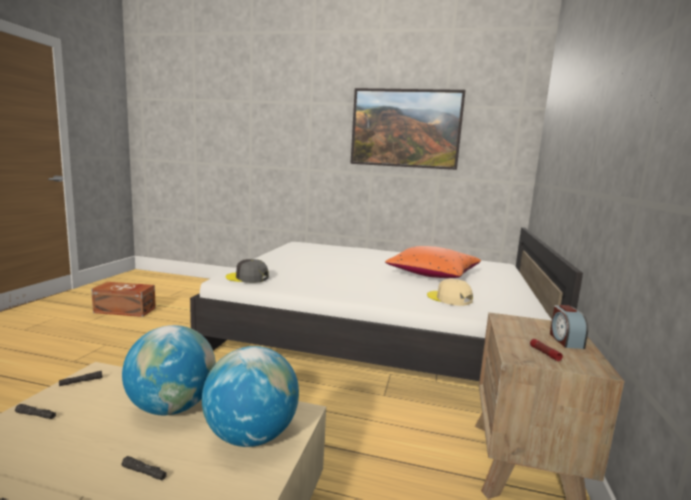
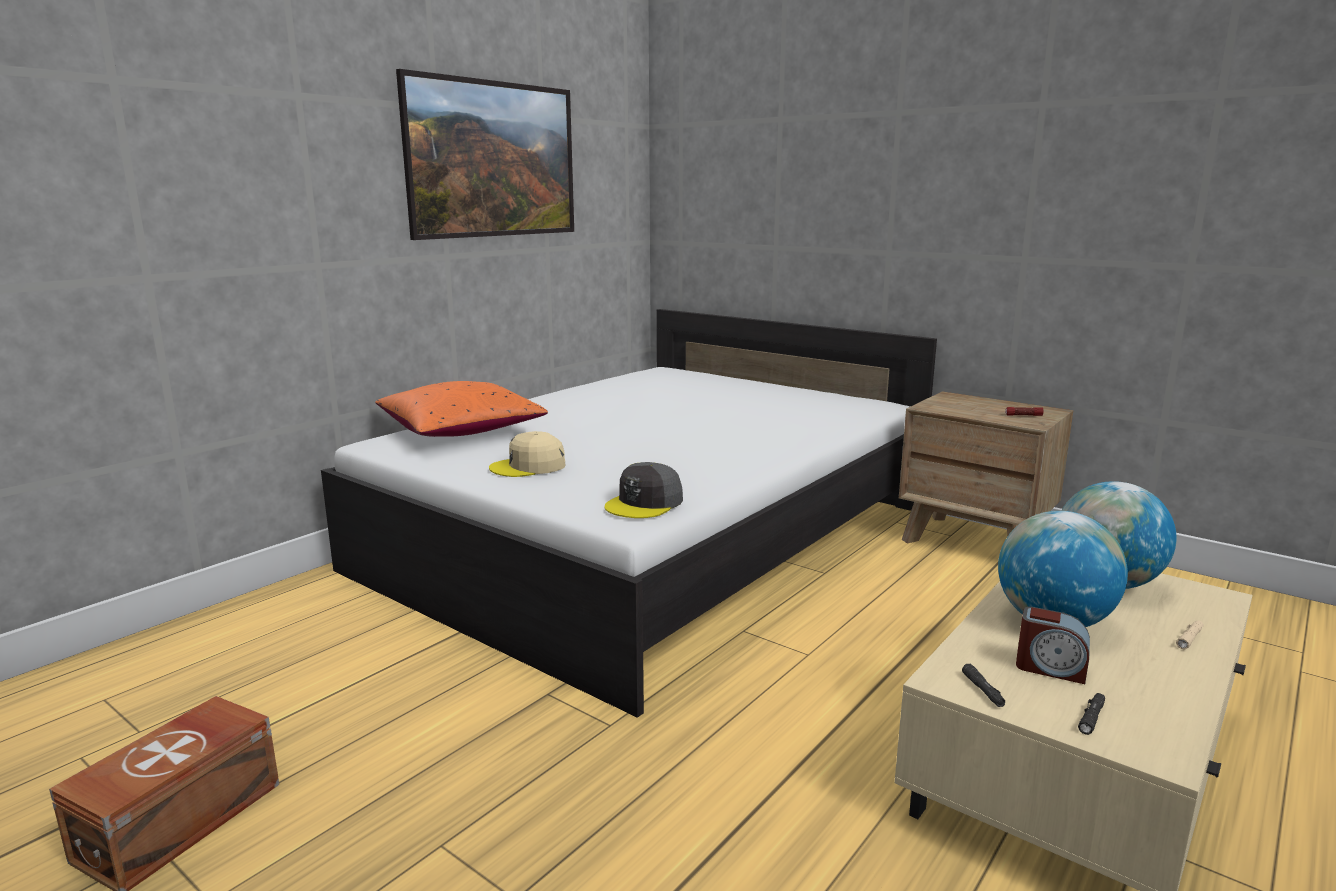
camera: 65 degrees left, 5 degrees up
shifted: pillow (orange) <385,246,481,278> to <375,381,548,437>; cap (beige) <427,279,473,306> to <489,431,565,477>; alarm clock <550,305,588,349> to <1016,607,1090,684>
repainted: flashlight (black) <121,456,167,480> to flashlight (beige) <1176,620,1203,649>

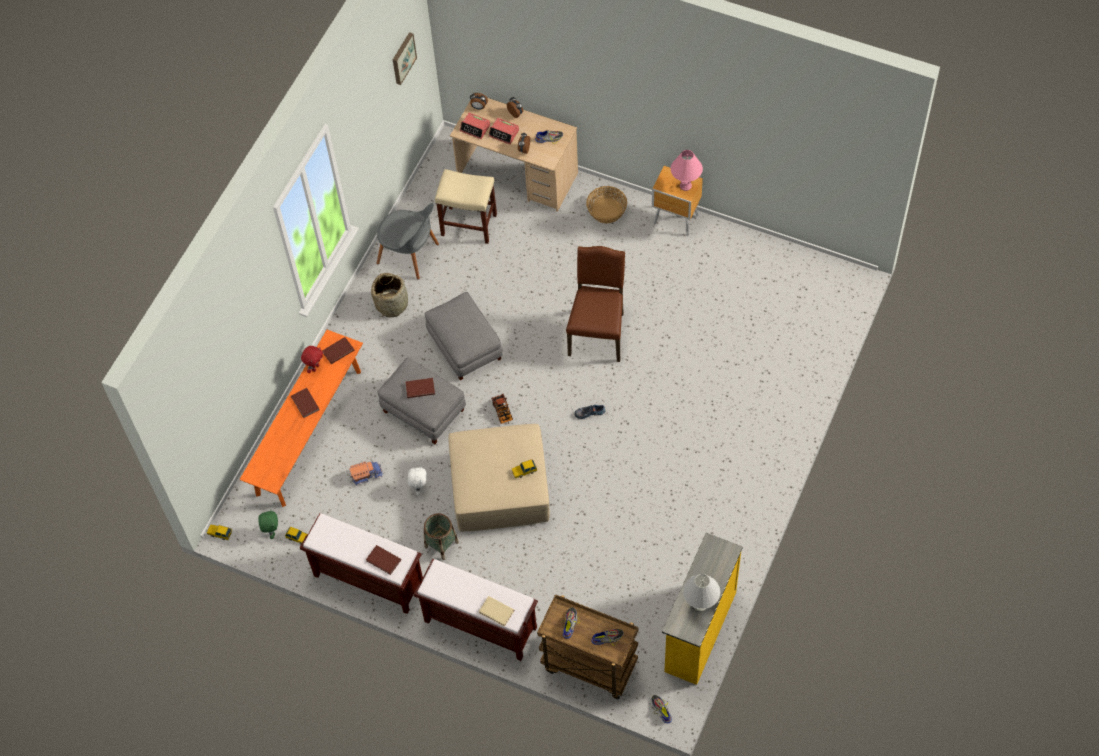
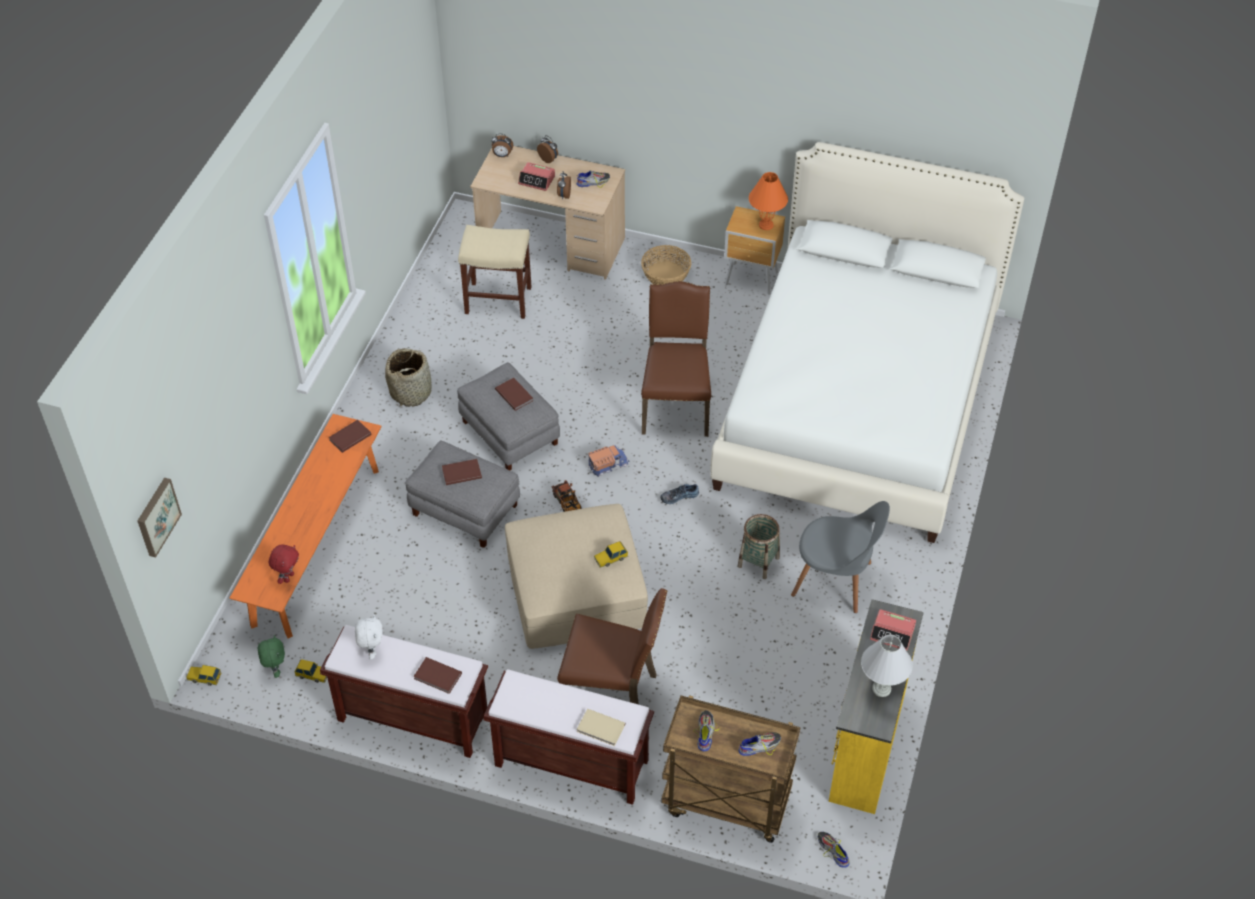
camera: 10 degrees left, 10 degrees down
new: chair (brown) <557,588,667,704>; bed (white) <710,142,1024,543>
shifted: book (brown) <291,388,319,418> to <495,378,533,411>; plush toy (red) <301,346,323,373> to <269,544,299,584>; toy truck <349,461,384,486> to <588,445,629,477>; chair (grey) <376,203,439,280> to <791,501,890,613>; picture <393,32,417,85> to <137,478,182,558>; plush toy (white) <408,466,427,495> to <355,615,383,660>; basket <424,513,459,560> to <738,514,780,579>; alarm clock <460,113,490,139> to <870,609,916,651>
repainted: table lamp (pink) <671,150,703,191> to table lamp (orange) <749,172,788,230>

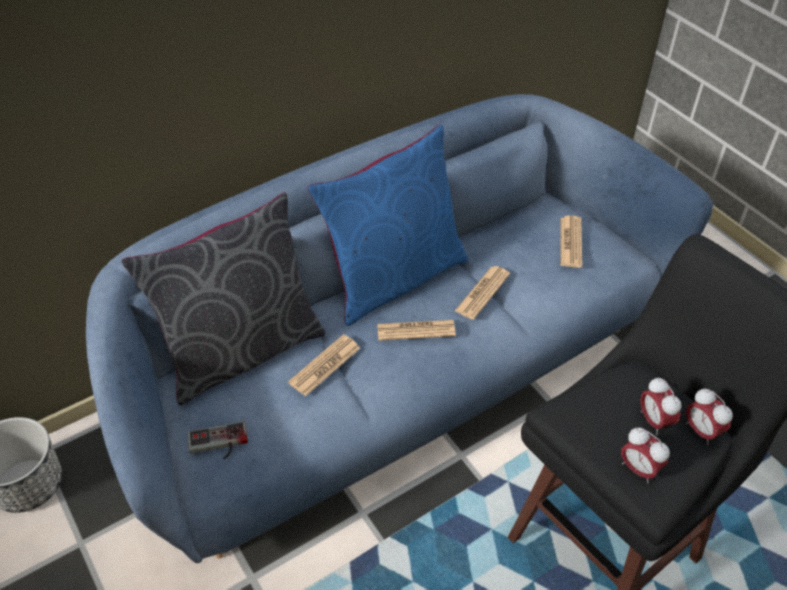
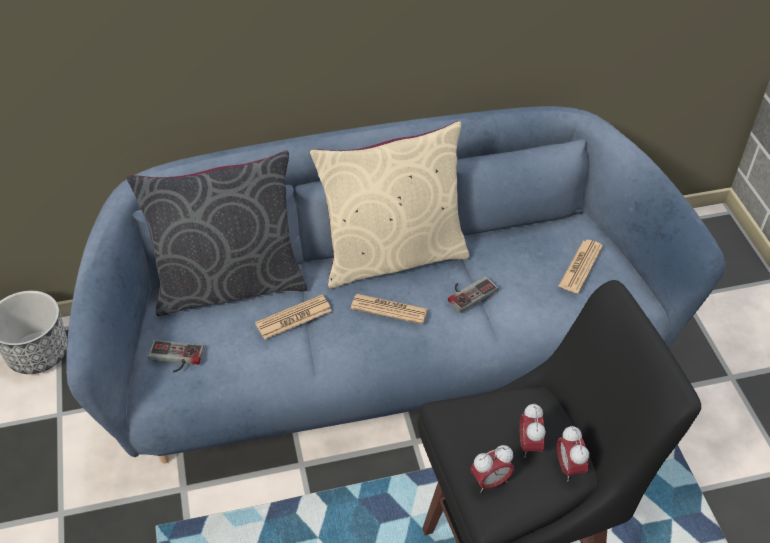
camera: 20 degrees right, 0 degrees up
swapped: newspaper <455,266,510,320> to game controller <448,276,498,313>
repainted: pillow (blue) <307,125,468,326> to pillow (beige) <309,121,470,288>
rotated: alarm clock <621,427,670,483> = <471,445,514,493> 90 degrees counterclockwise

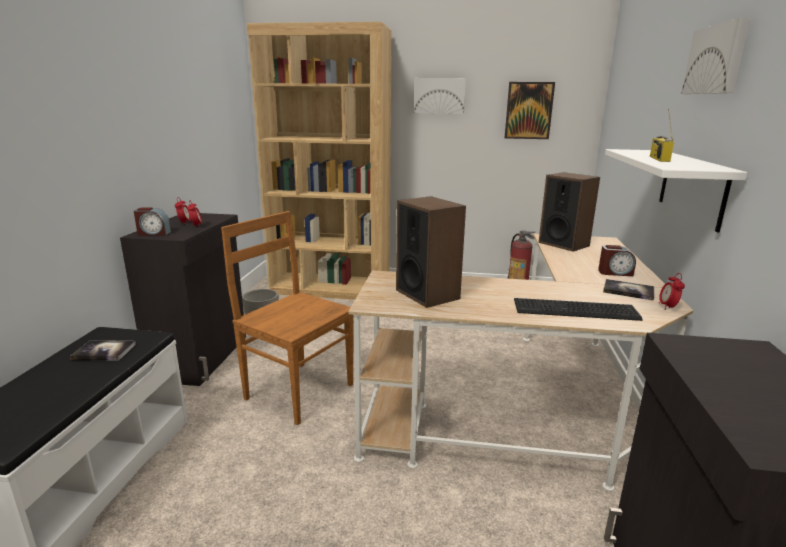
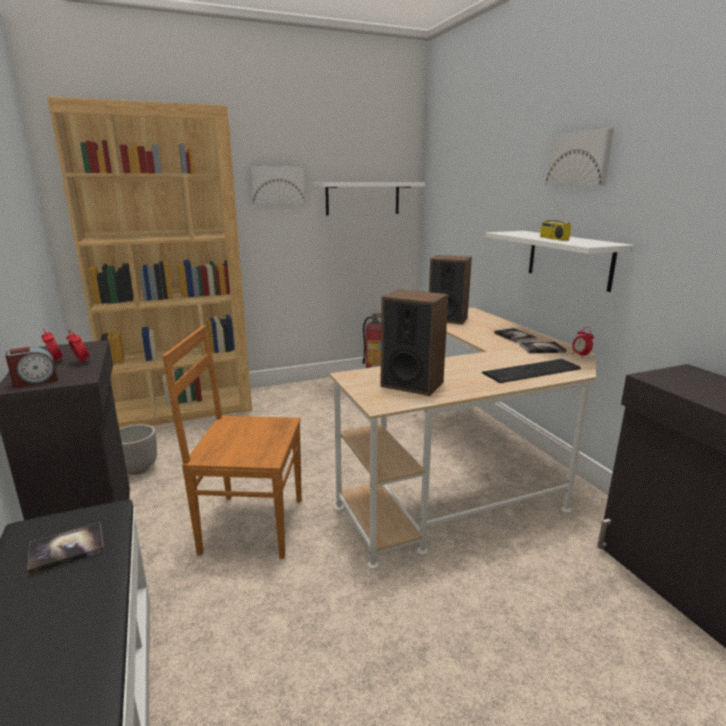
camera: 30 degrees left, 0 degrees up
swapped: picture <505,82,555,139> to shelf (white) <314,182,425,215>; alarm clock <598,245,636,276> to book <494,328,536,343>

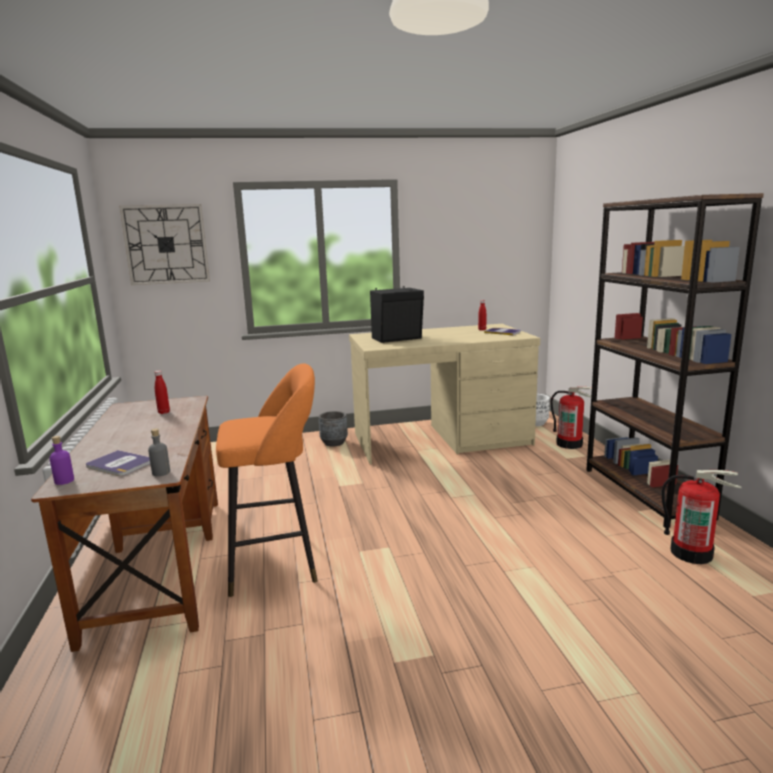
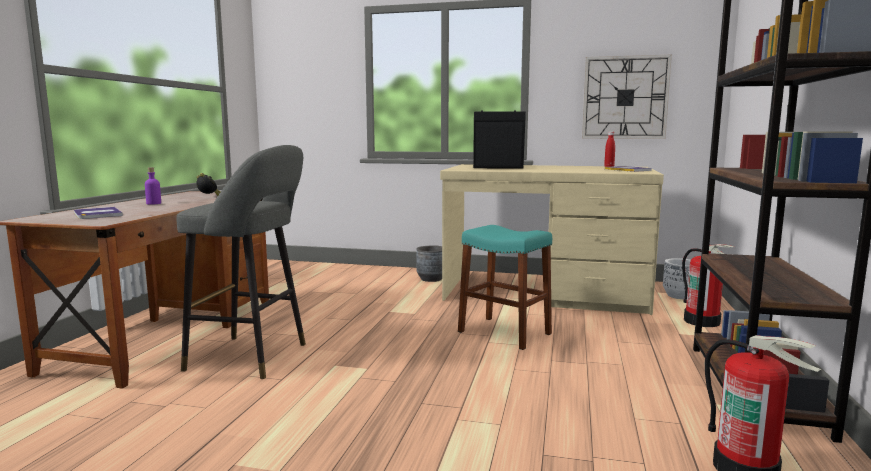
camera: 25 degrees right, 5 degrees down
gone: bottle (grey) <148,428,170,476>
new: stool (turquoise) <458,225,552,350>
shifted: bottle (purple) <50,436,74,485> to <145,167,161,204>; wall clock <119,204,210,285> to <582,55,672,139>
swapped: bottle (red) <155,371,170,414> to alarm clock <196,173,220,196>
repainted: stool (orange) <216,364,318,597> to stool (grey) <176,145,306,379>

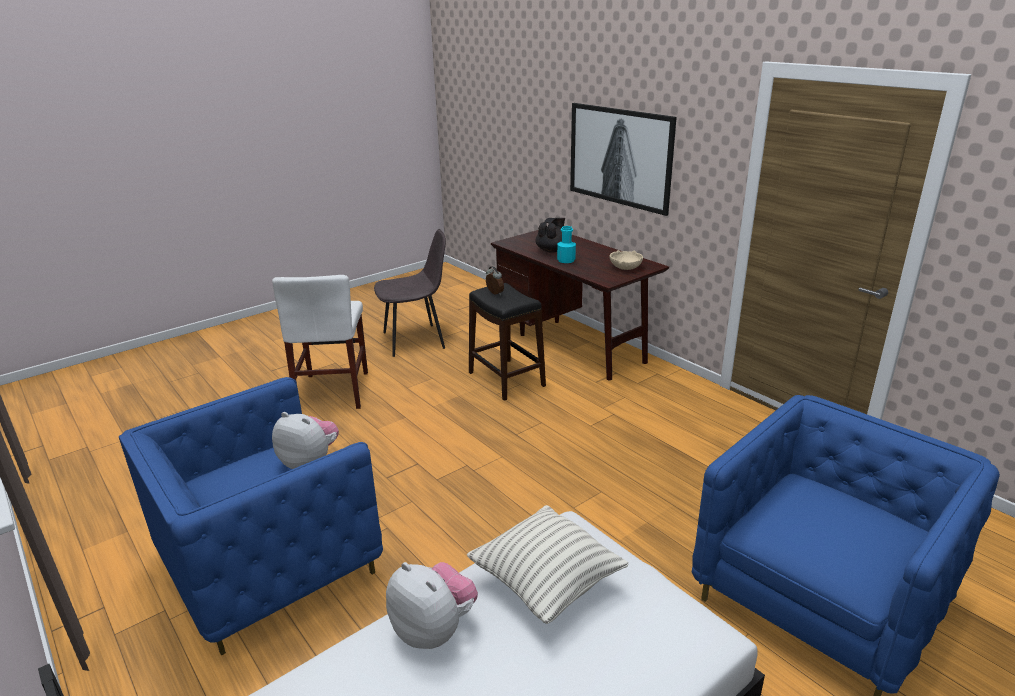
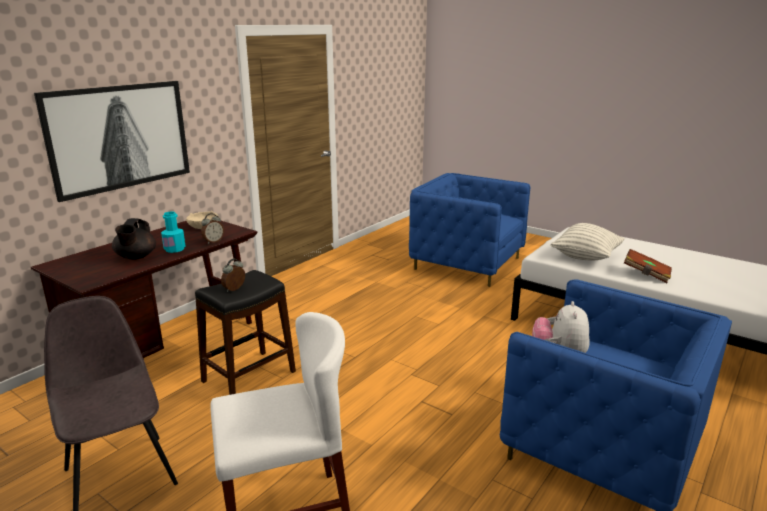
camera: 105 degrees left, 5 degrees down
new: alarm clock <201,213,224,244>
swapped: plush toy <386,562,478,649> to book (brown) <624,249,672,283>
rotated: teapot (black) <536,218,565,252> = <112,218,156,260> 105 degrees counterclockwise

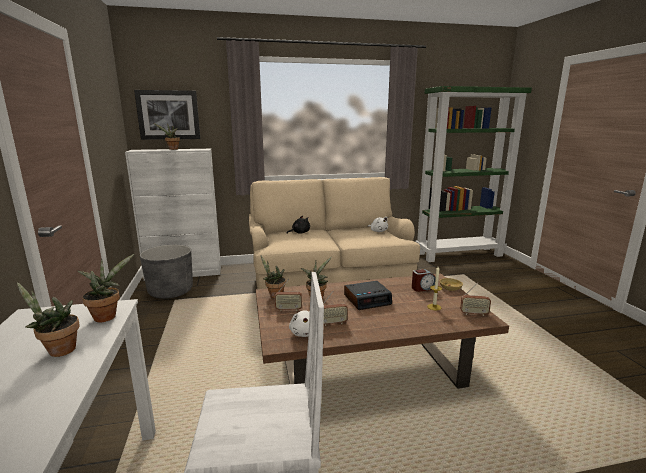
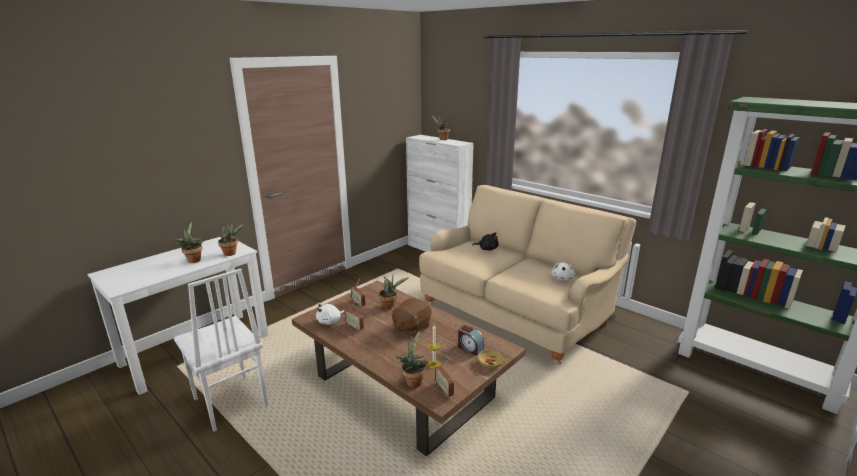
camera: 55 degrees right, 5 degrees up
gone: picture <134,90,201,140>; planter (grey) <140,245,193,299>
shifted: potted plant <261,255,286,298> to <395,331,428,388>
swapped: alarm clock <344,281,392,310> to plush toy (brown) <391,298,431,337>

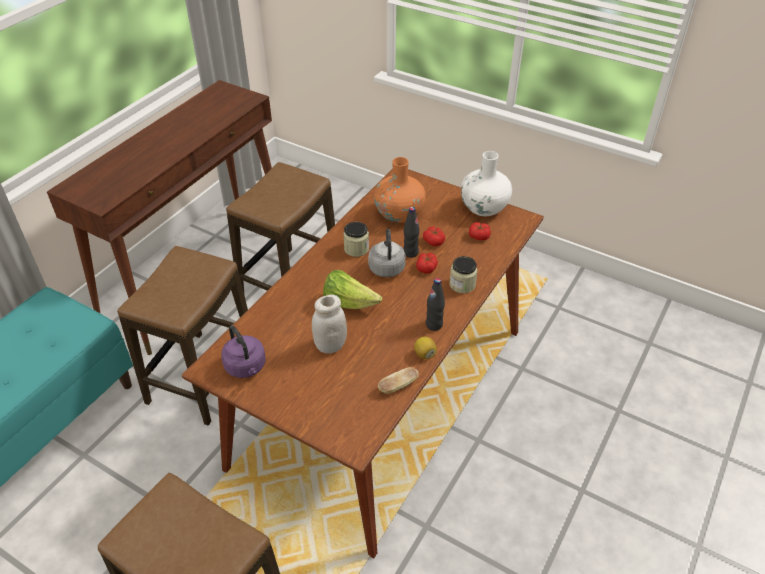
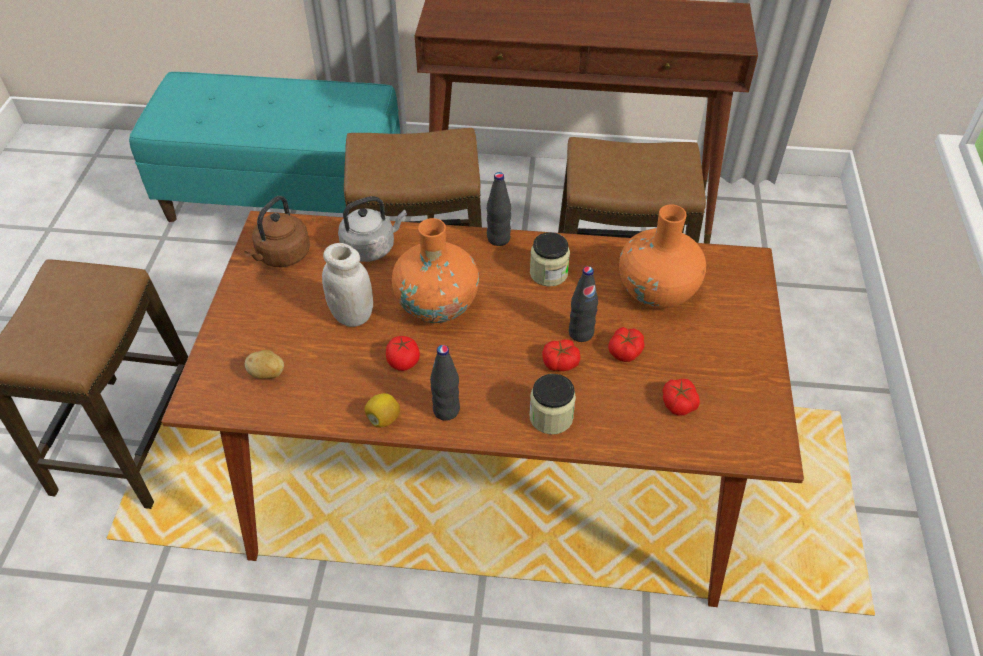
camera: 65 degrees right, 5 degrees up
gone: bread <378,367,419,394>; vase (white) <461,151,512,216>
new: potato <245,350,284,379>; tomato <386,336,420,371>; bottle (black) <487,172,511,246>
shifted: kettle (grey) <368,228,406,277> to <338,196,407,262>
swapped: lettuce <323,270,382,309> to vase (orange) <392,218,479,323>
repainted: kettle (purple) <221,325,266,378> to kettle (brown) <244,196,310,267>

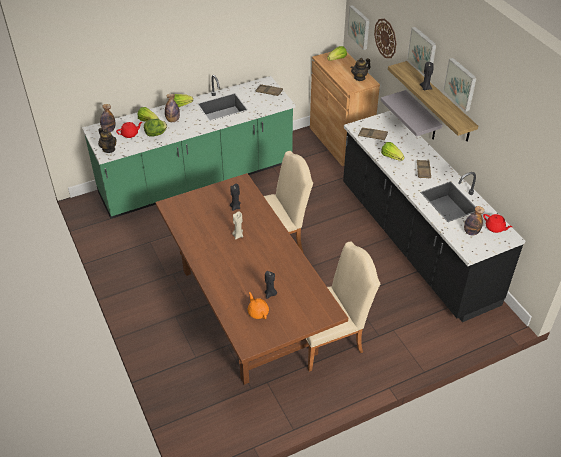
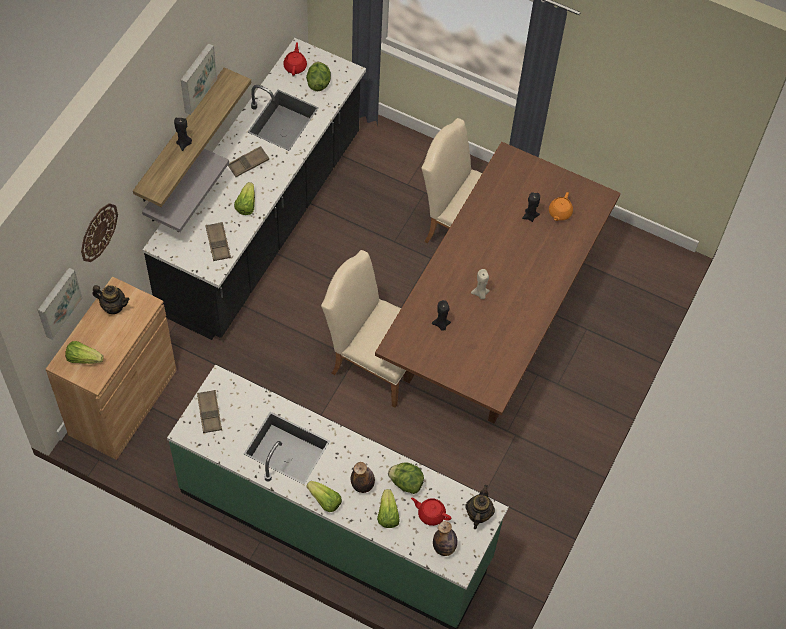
camera: 130 degrees left, 15 degrees up
gone: picture <407,27,437,75>
swapped: bottle <464,206,484,236> to lettuce <306,62,331,91>

